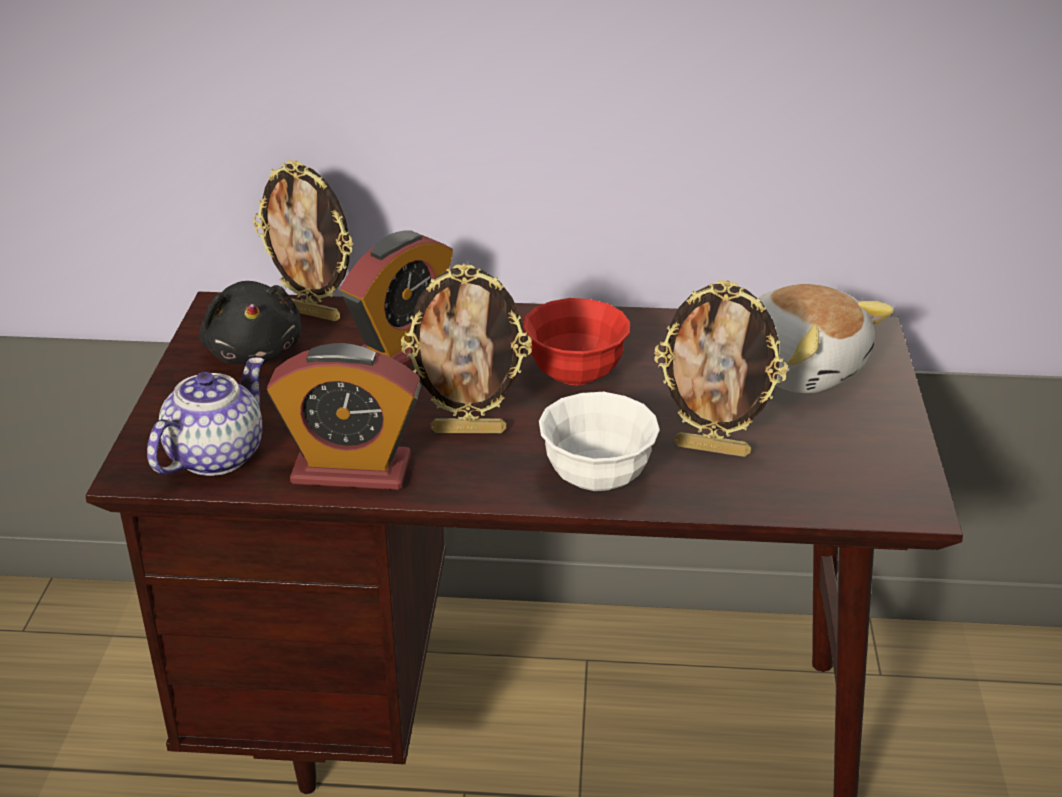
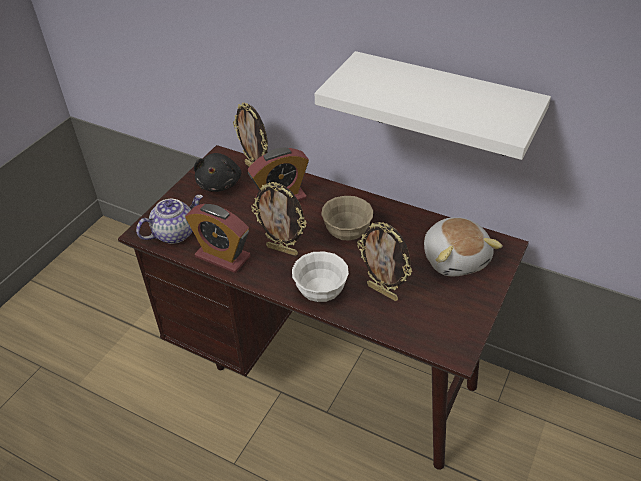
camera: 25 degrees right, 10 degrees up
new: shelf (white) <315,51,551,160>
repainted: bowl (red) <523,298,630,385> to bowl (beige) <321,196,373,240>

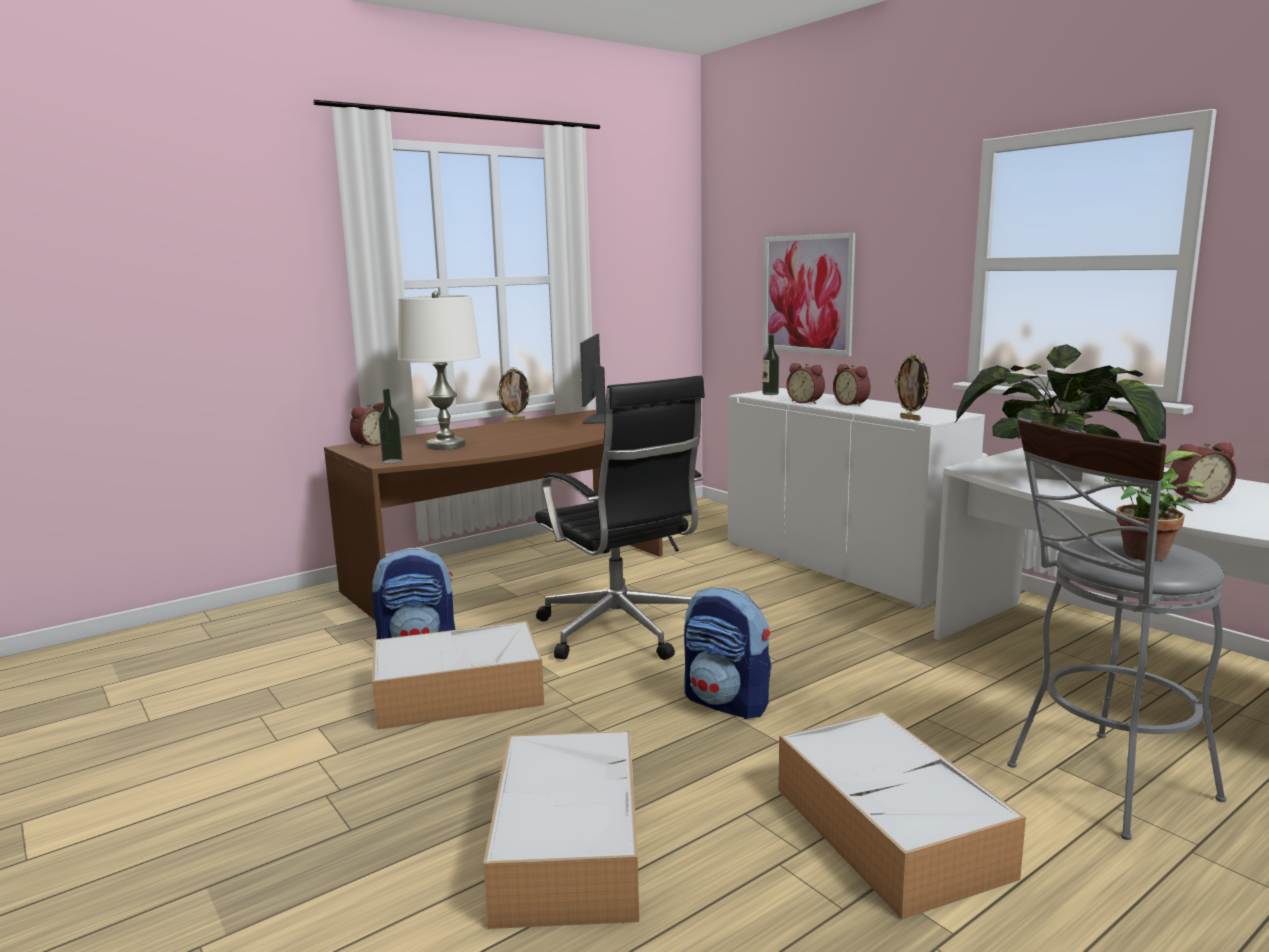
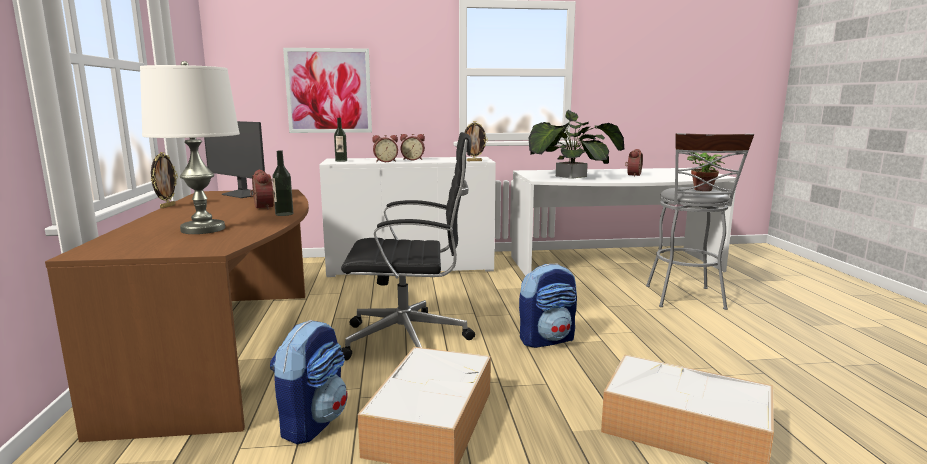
camera: 60 degrees left, 0 degrees up
gone: storage box <778,712,1026,919>
shifted: alarm clock <350,402,384,448> to <250,169,274,210>; bottle <378,389,403,464> to <272,150,293,216>

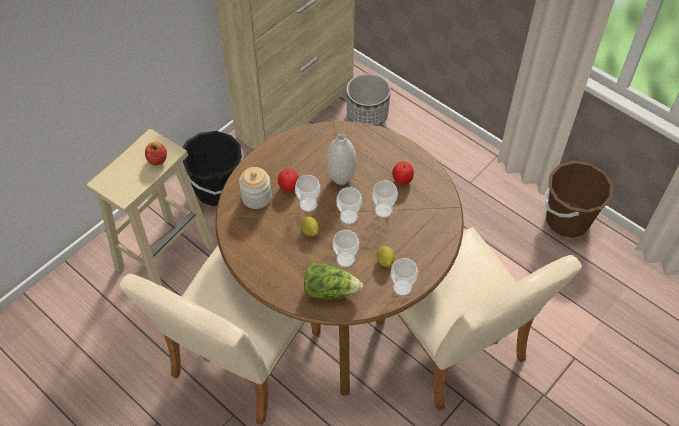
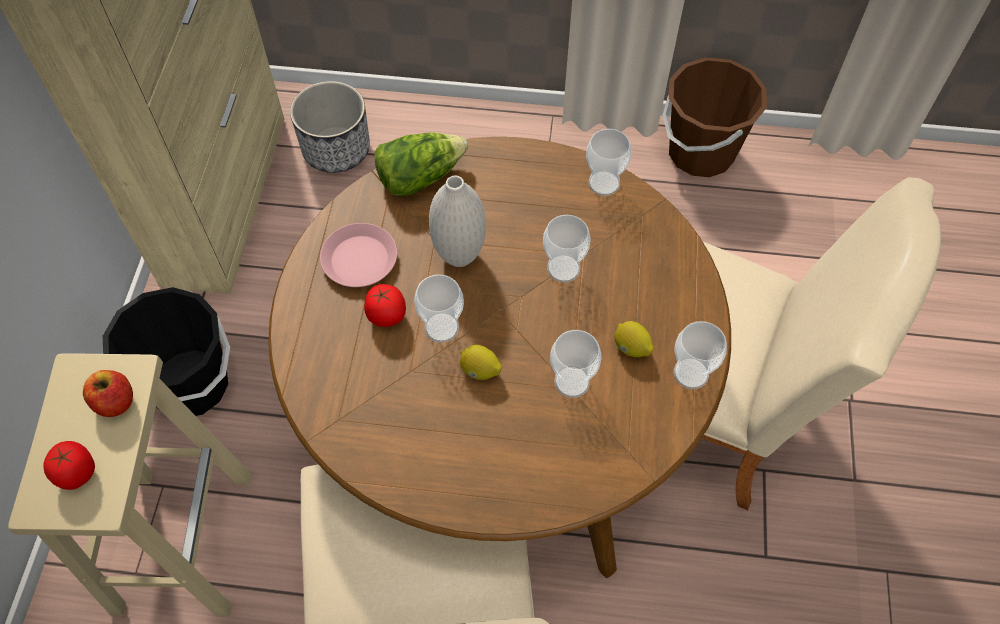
camera: 35 degrees left, 5 degrees up
gone: jar <239,167,272,209>
new: plate (pink) <320,223,397,287>
shifted: lettuce <304,263,363,299> to <374,132,468,196>; cup <336,187,362,225> to <586,129,631,196>; tomato <392,161,414,185> to <43,441,95,490>

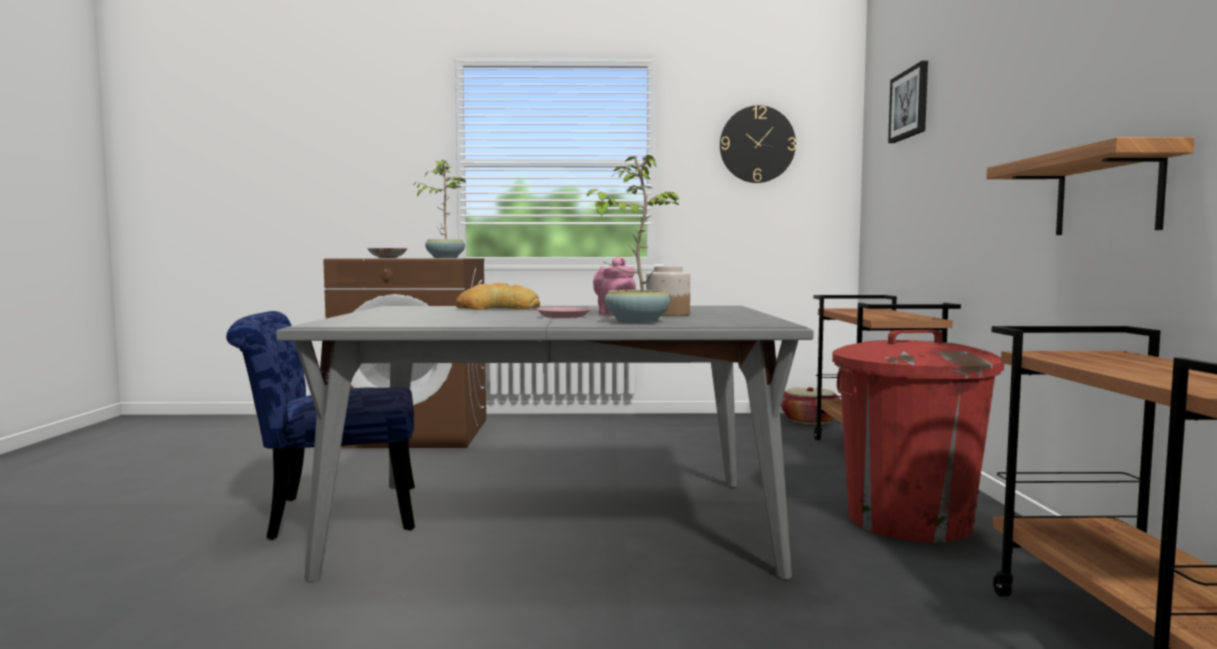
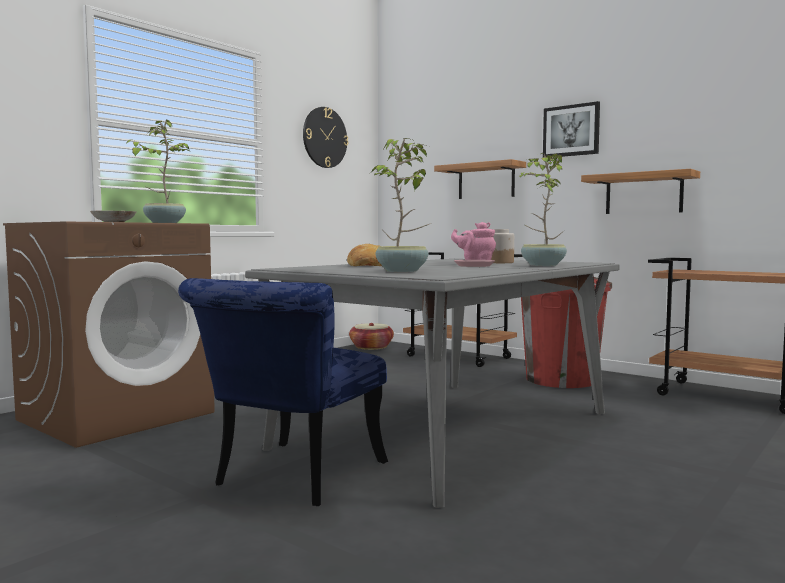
camera: 50 degrees left, 0 degrees up
new: potted plant <371,138,431,272>; shelf <434,159,526,199>
shifted: picture <888,61,928,143> to <543,101,600,157>

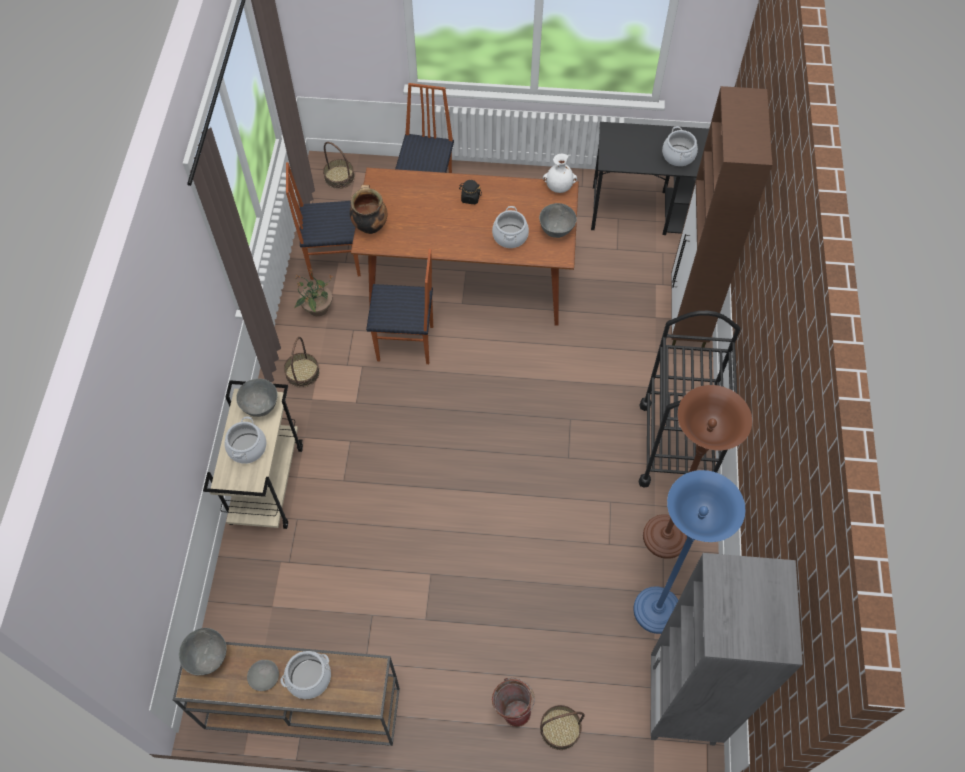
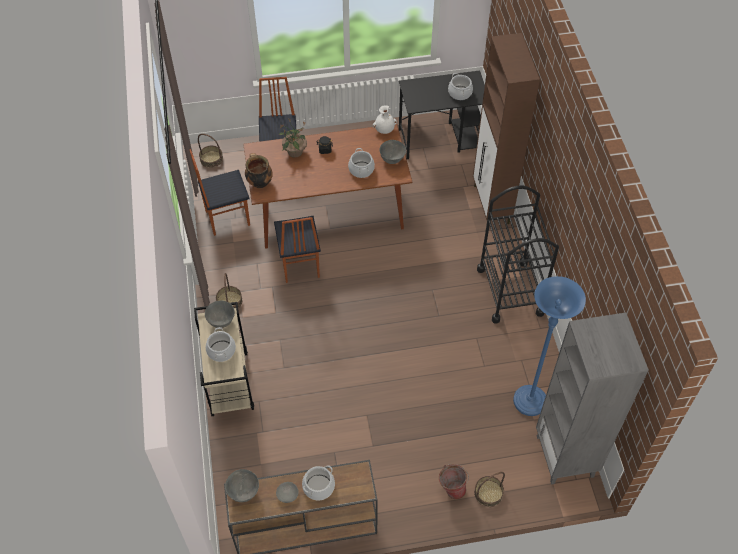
camera: 15 degrees left, 5 degrees down
gone: floor lamp (brown) <643,385,752,559>
shifted: potted plant <294,268,333,316> to <278,119,307,158>
rotated: chair <366,249,433,364> = <274,216,321,283> 90 degrees clockwise

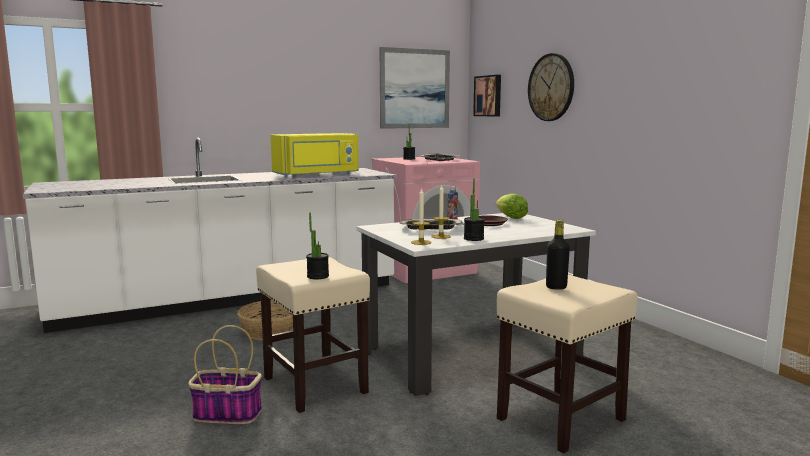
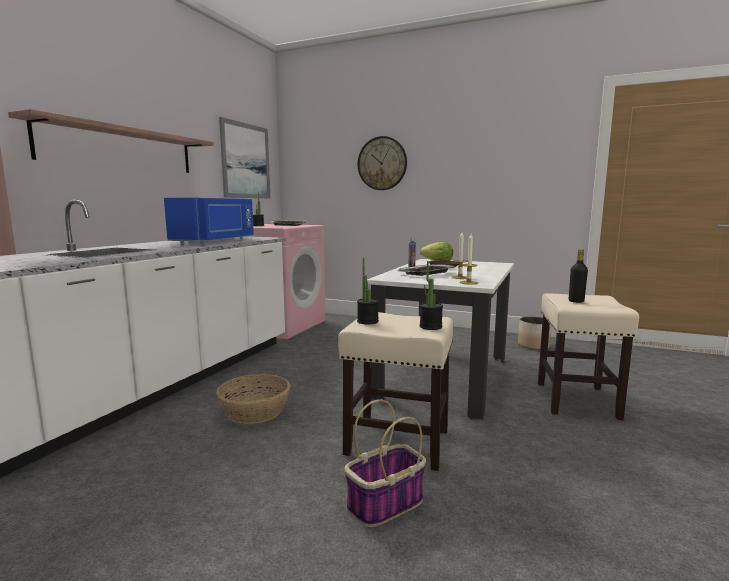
camera: 40 degrees left, 0 degrees up
gone: picture <473,75,501,116>
new: shelf <8,109,214,173>; planter <518,317,552,350>
shifted: potted plant <464,178,485,241> to <357,258,379,324>
repainted: microwave (yellow) <271,133,359,177> to microwave (blue) <164,198,254,244>

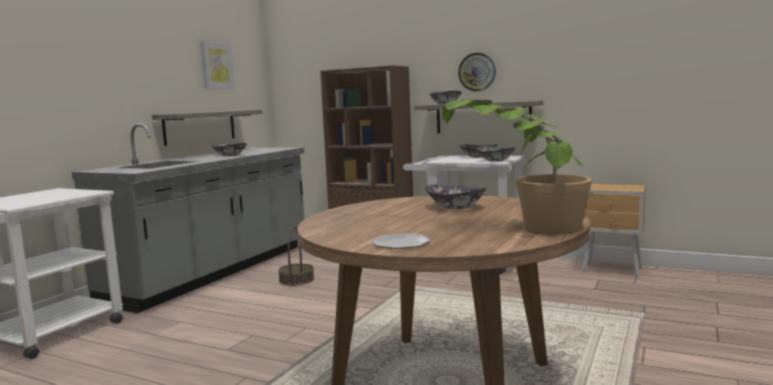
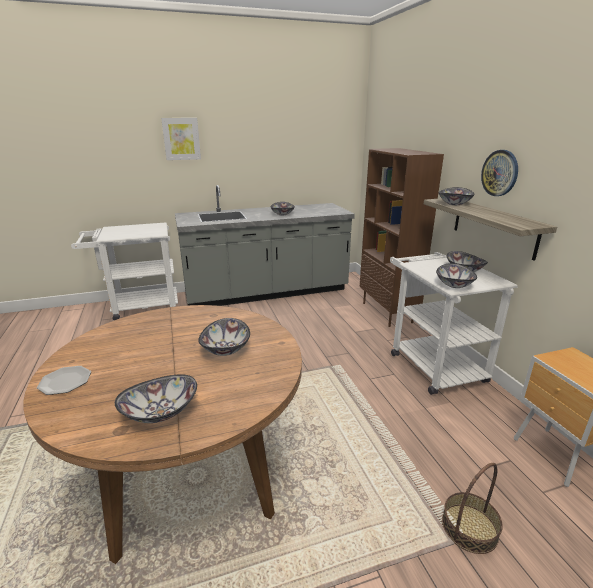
camera: 45 degrees right, 15 degrees up
gone: shelf <152,110,262,146>
shifted: picture <201,41,235,88> to <161,118,201,160>; basket <278,226,314,286> to <442,463,503,554>
swapped: potted plant <442,99,592,234> to bowl <115,374,197,423>

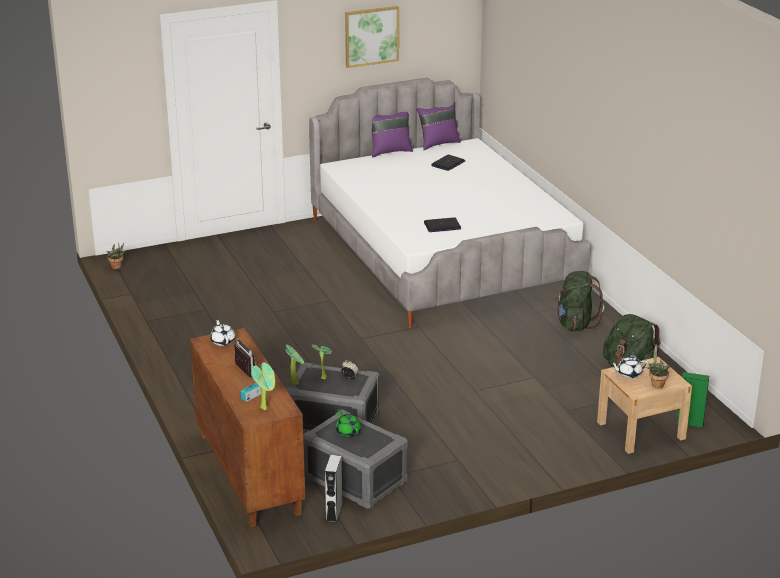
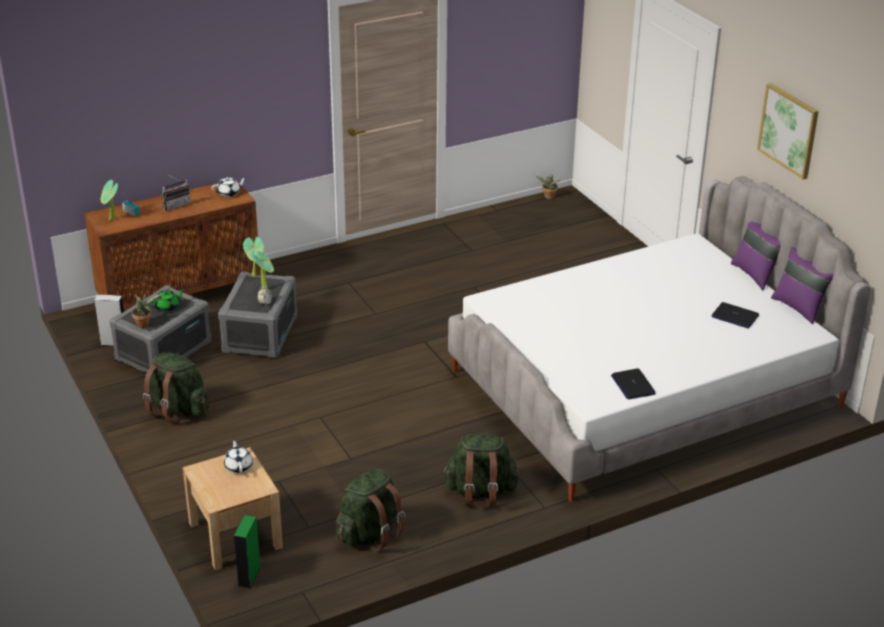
camera: 85 degrees right, 5 degrees up
new: backpack (green) <143,352,209,423>
shifted: laptop <424,218,461,232> to <611,368,656,400>; potted plant <646,344,670,389> to <132,292,162,328>

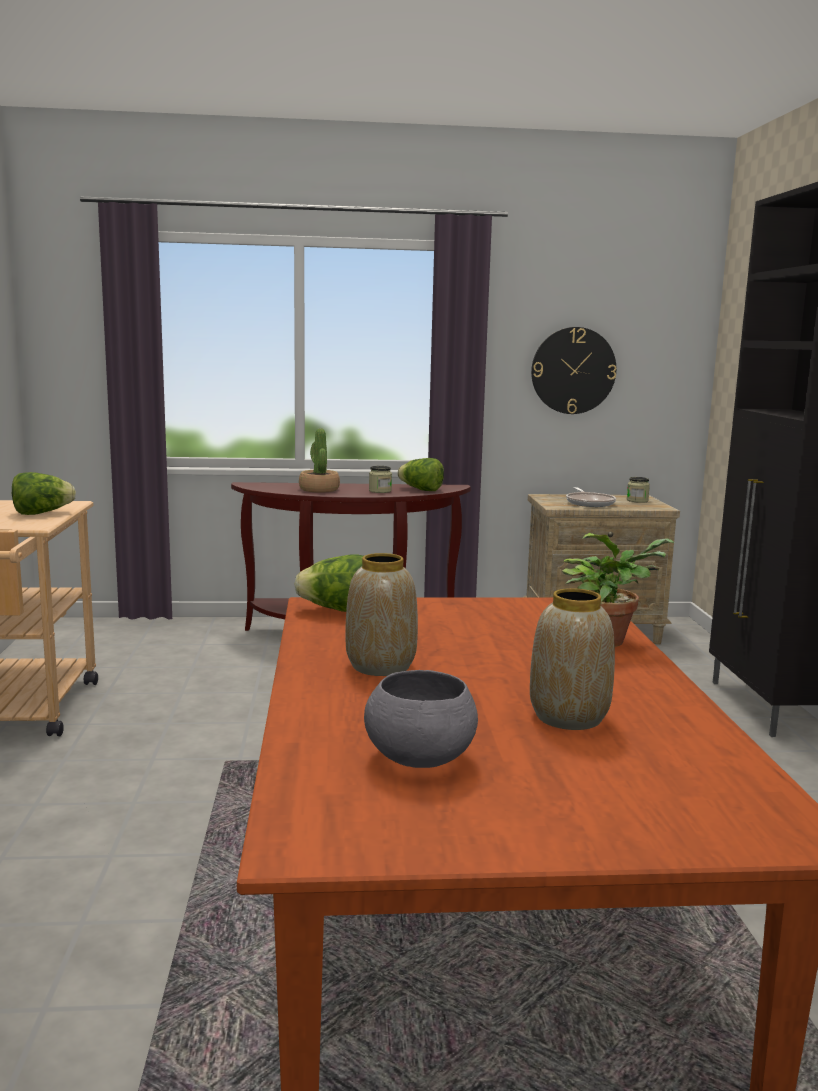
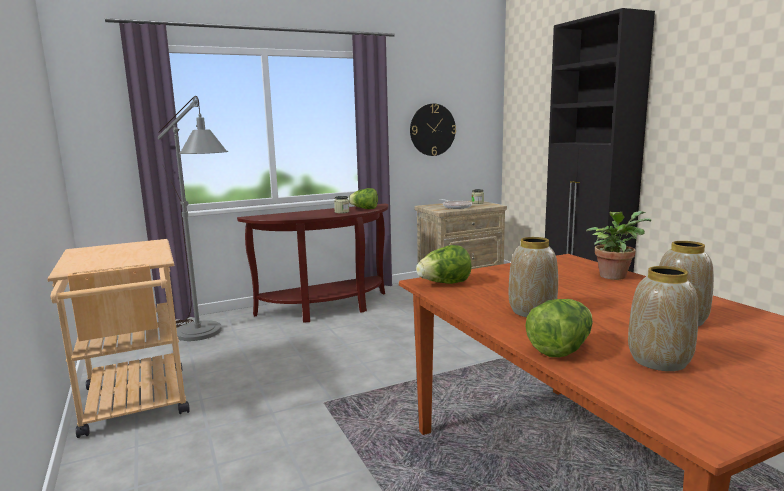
camera: 20 degrees left, 0 degrees up
gone: potted plant <299,429,340,493>
new: floor lamp (grey) <158,96,228,341>
shifted: lettuce <12,472,76,515> to <525,299,593,357>
swapped: bowl (grey) <364,670,478,768> to vase <628,266,699,371>

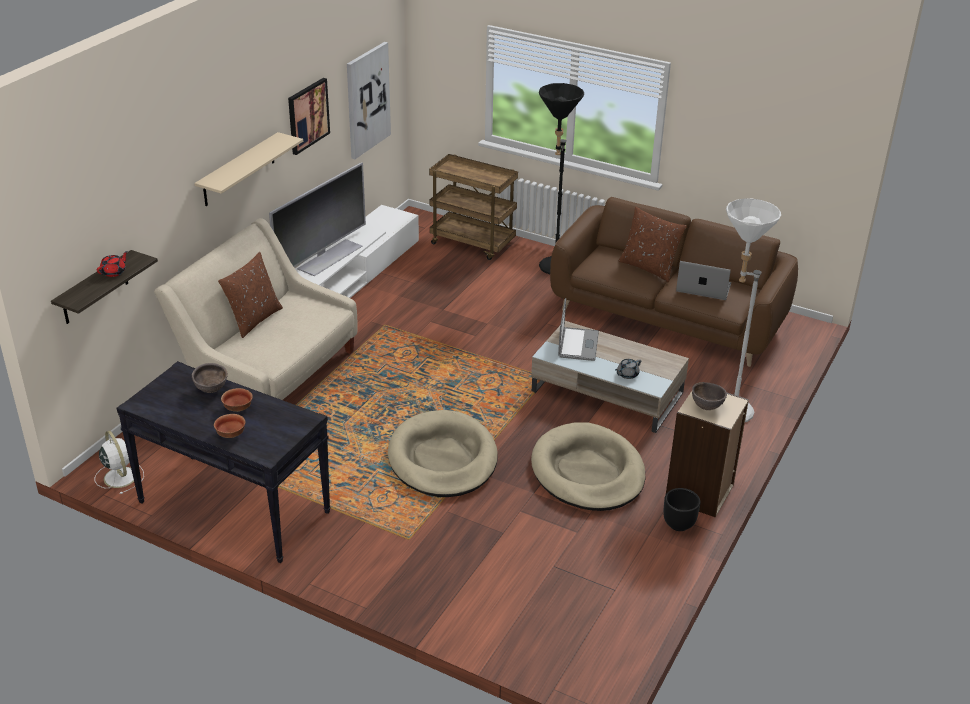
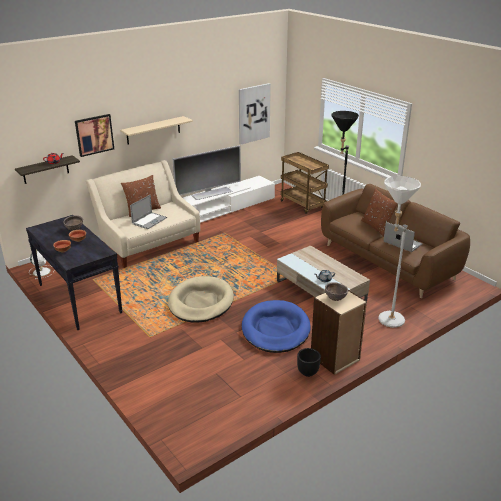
camera: 25 degrees right, 5 degrees down
shifted: picture <288,78,330,155> to <75,114,114,157>; laptop <558,298,599,361> to <130,195,167,229>
repainted: dog bed (beige) <531,422,646,511> to dog bed (blue) <242,300,310,353>

